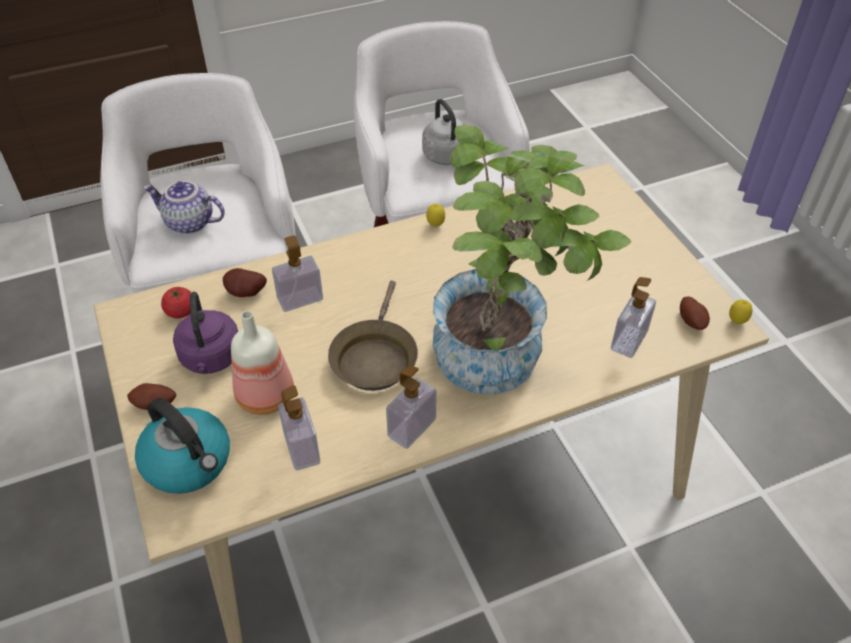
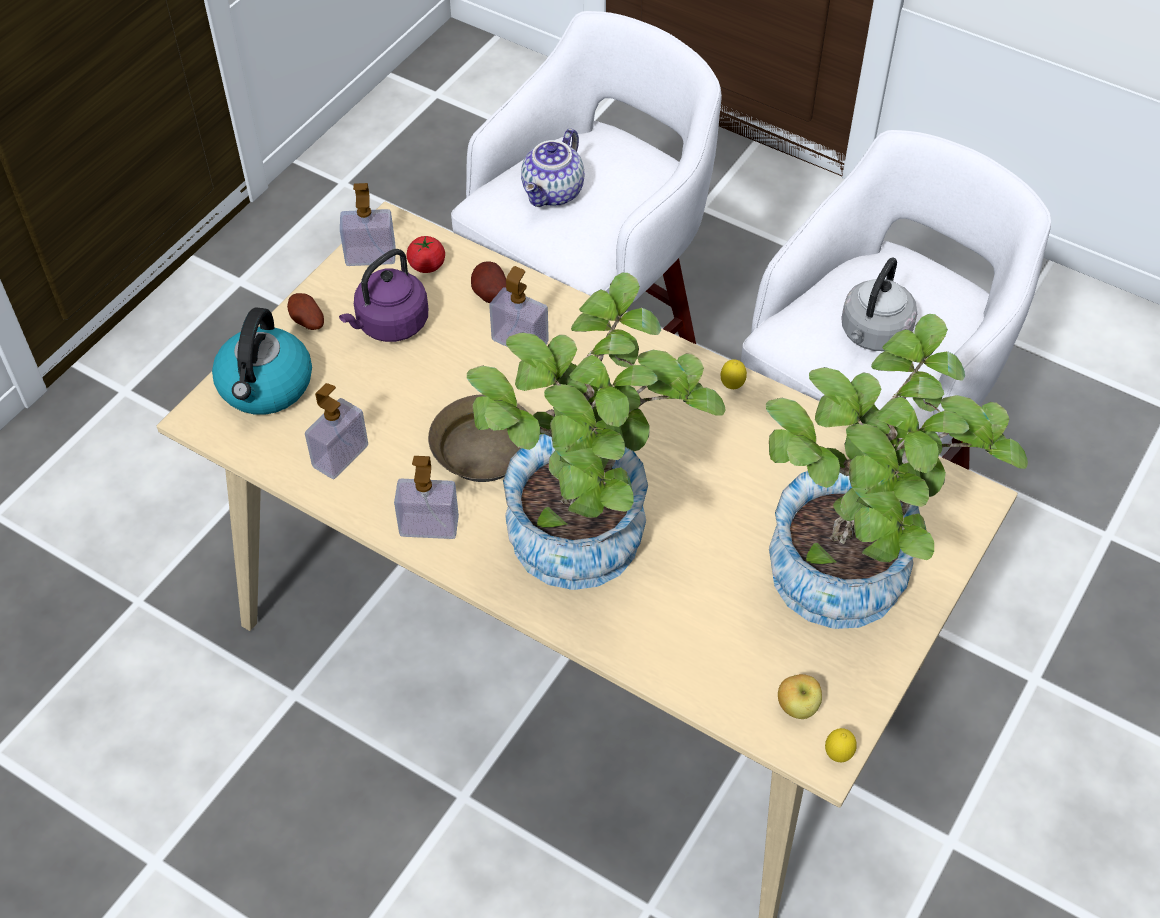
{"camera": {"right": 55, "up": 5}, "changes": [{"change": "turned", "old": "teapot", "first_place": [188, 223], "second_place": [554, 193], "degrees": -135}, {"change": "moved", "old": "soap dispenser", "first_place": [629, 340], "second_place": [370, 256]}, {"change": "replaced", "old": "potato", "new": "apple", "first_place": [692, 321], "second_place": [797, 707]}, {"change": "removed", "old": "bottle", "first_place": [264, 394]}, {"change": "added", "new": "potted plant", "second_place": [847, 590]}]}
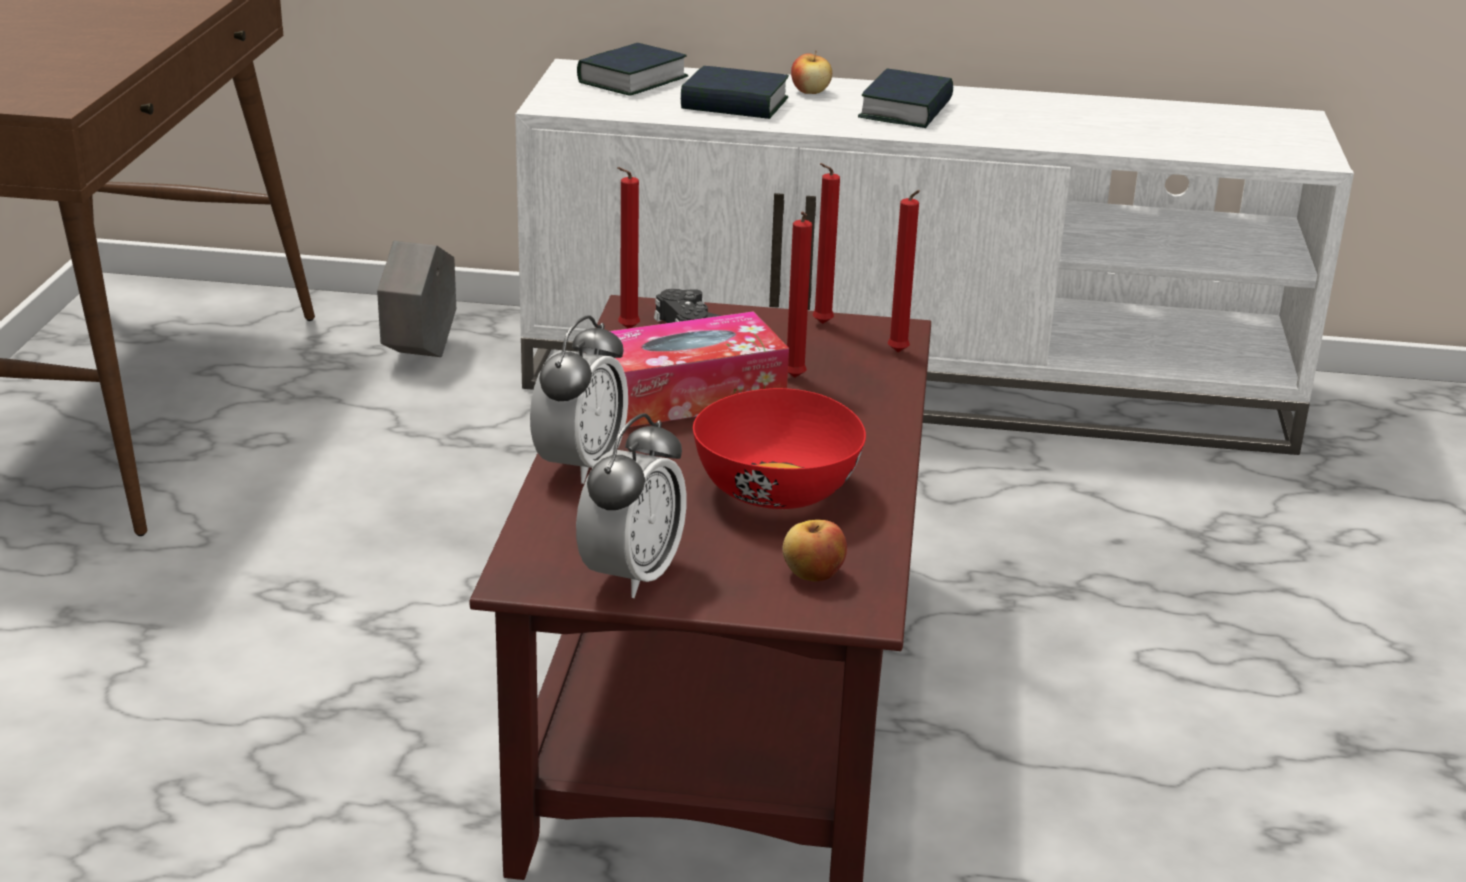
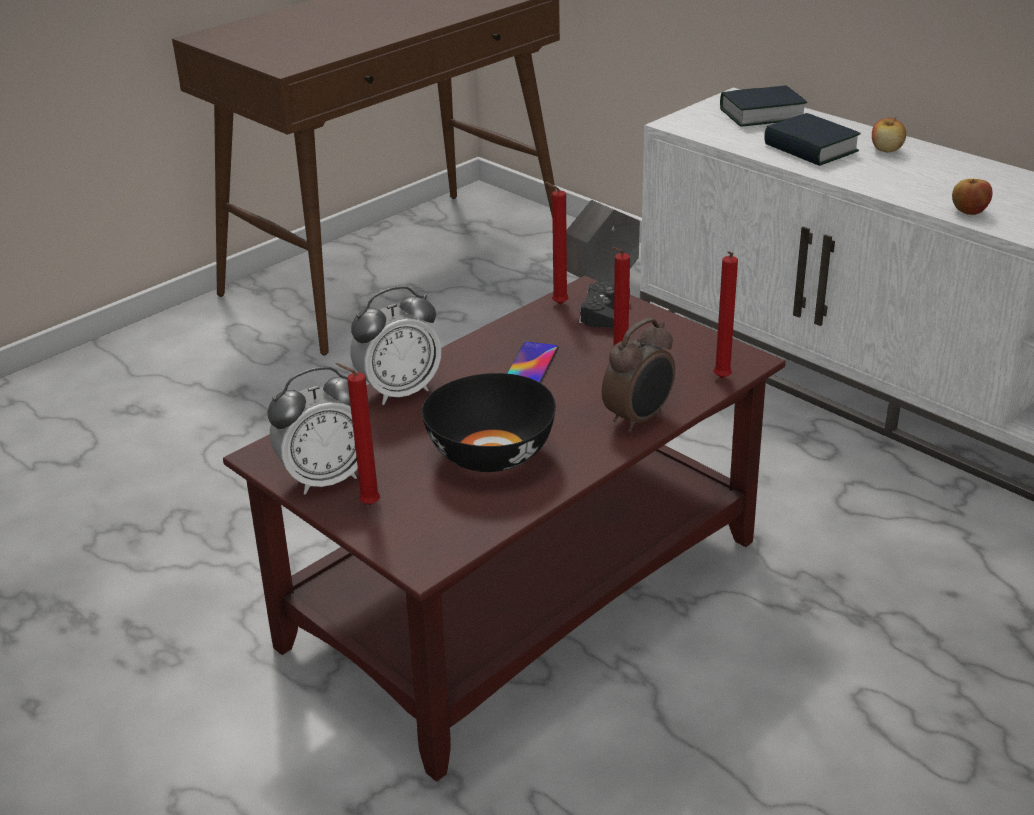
{"camera": {"right": 40, "up": 5}, "changes": [{"change": "removed", "old": "book", "first_place": [906, 110]}, {"change": "moved", "old": "candle (red)", "first_place": [820, 324], "second_place": [366, 504]}, {"change": "replaced", "old": "tissue box", "new": "phone", "first_place": [688, 395], "second_place": [531, 364]}, {"change": "recoloured", "old": "bowl (red)", "new": "bowl (black)", "first_place": [777, 492], "second_place": [490, 455]}, {"change": "moved", "old": "apple", "first_place": [813, 574], "second_place": [969, 211]}, {"change": "added", "new": "alarm clock", "second_place": [639, 419]}]}
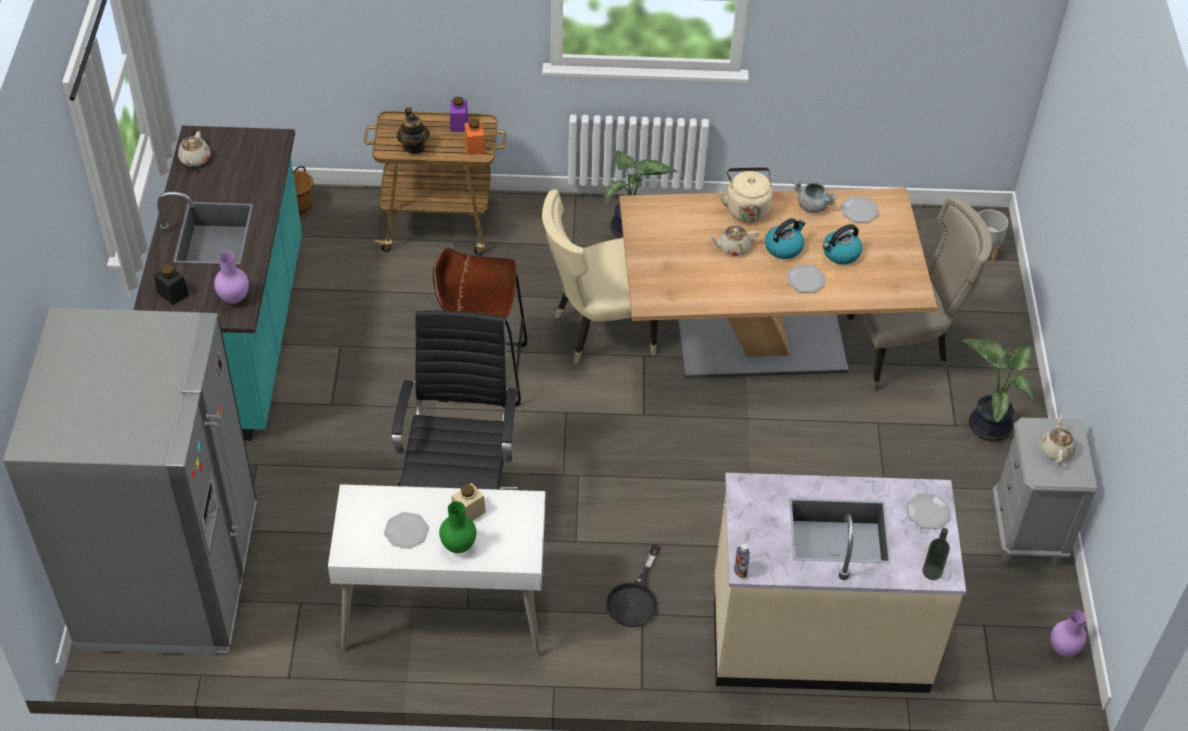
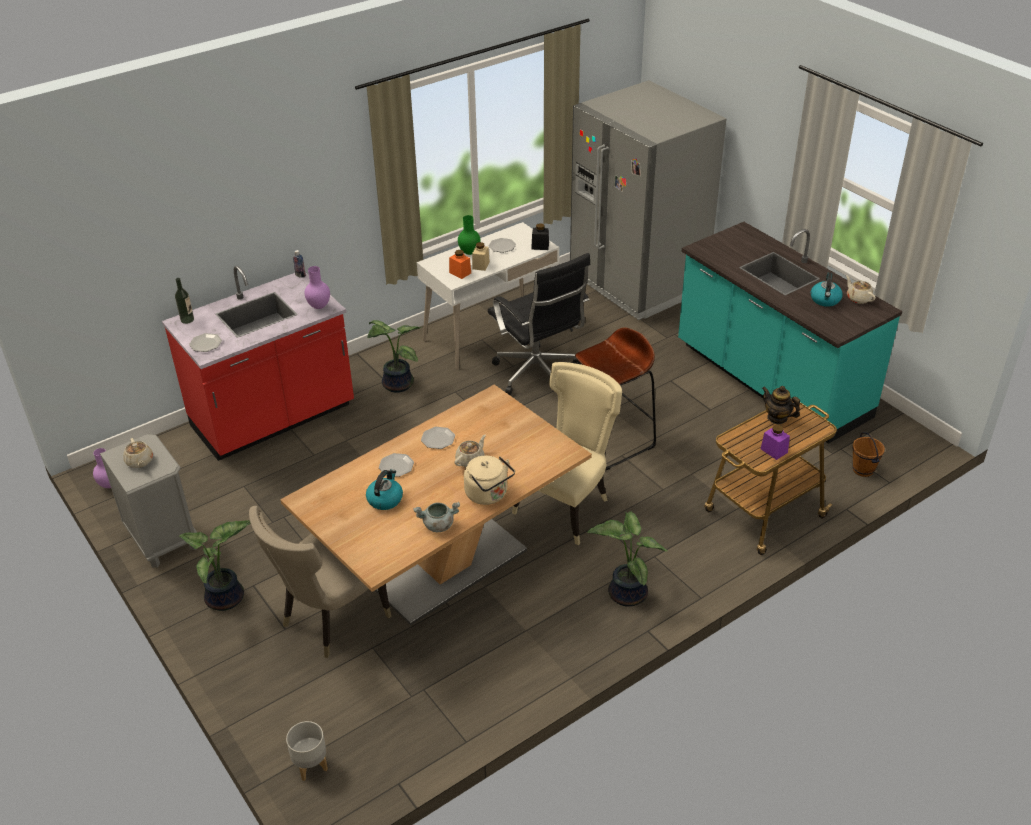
{"camera": {"right": 145, "up": -10}, "changes": [{"change": "moved", "old": "jar (orange)", "first_place": [475, 146], "second_place": [460, 273]}, {"change": "moved", "old": "plate", "first_place": [859, 211], "second_place": [438, 439]}, {"change": "moved", "old": "kettle", "first_place": [784, 247], "second_place": [825, 300]}, {"change": "moved", "old": "vase (purple)", "first_place": [233, 299], "second_place": [319, 306]}, {"change": "moved", "old": "jar (black)", "first_place": [172, 293], "second_place": [540, 246]}, {"change": "recoloured", "old": "counter (beige)", "new": "counter (red)", "first_place": [818, 636], "second_place": [274, 419]}, {"change": "replaced", "old": "frying pan (black)", "new": "potted plant", "first_place": [635, 598], "second_place": [395, 384]}]}
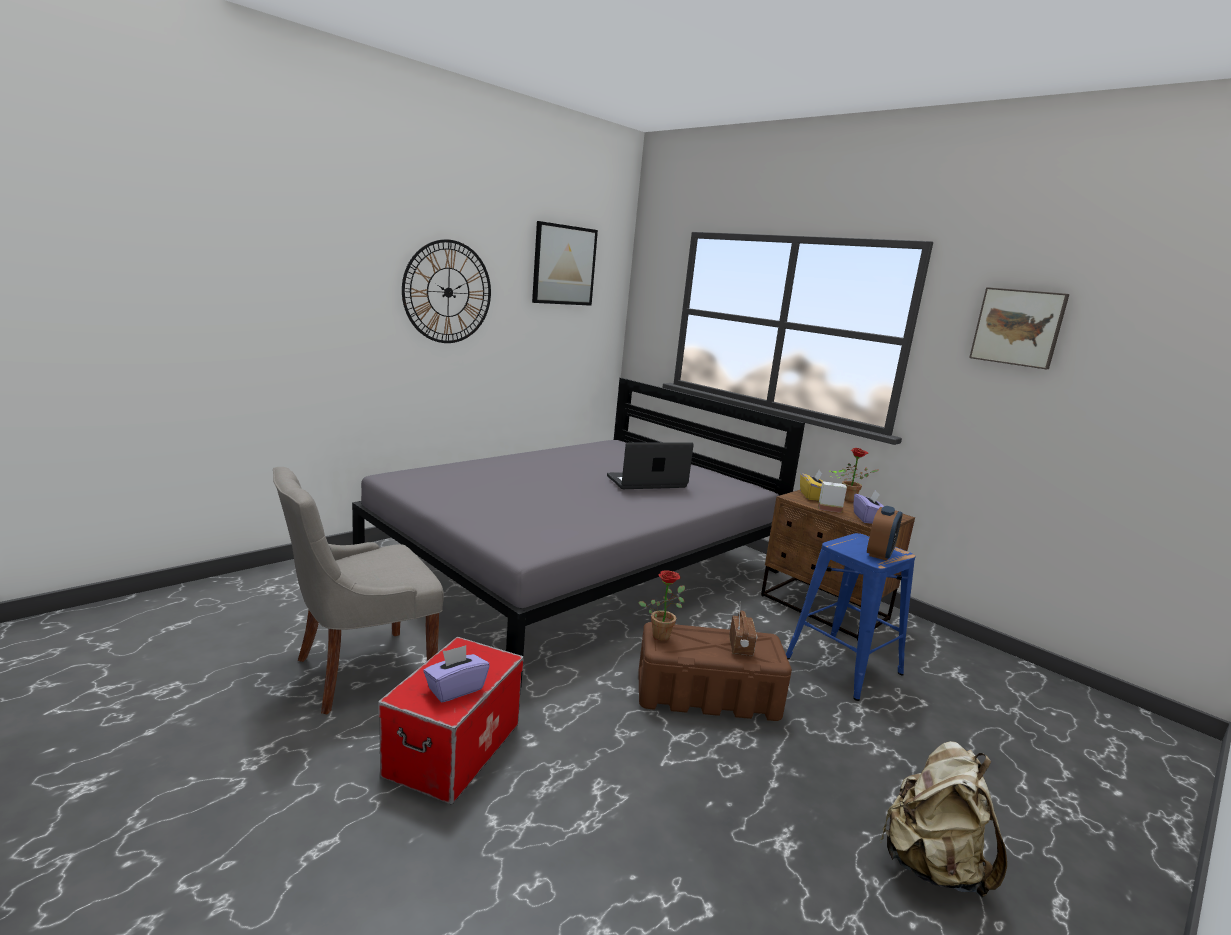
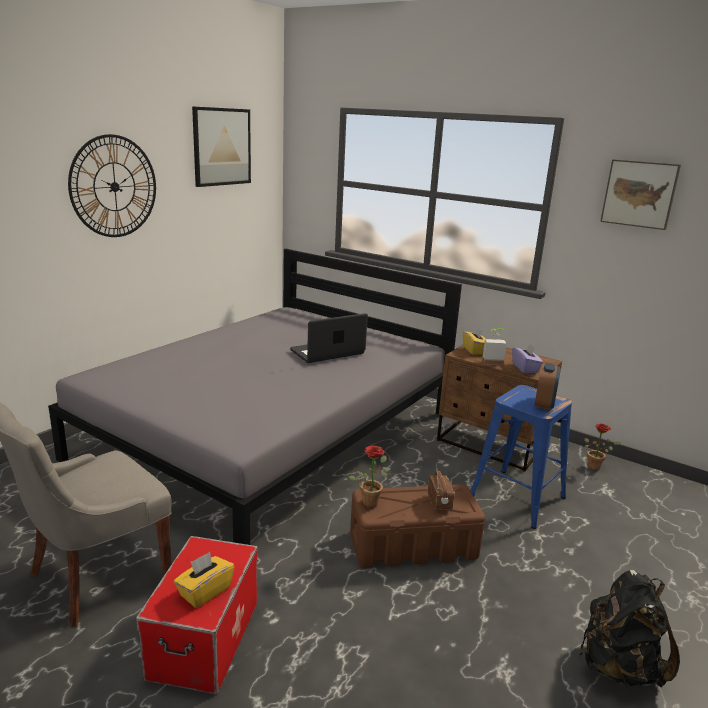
{"camera": {"right": -10, "up": 5}, "changes": [{"change": "moved", "old": "potted plant", "first_place": [851, 500], "second_place": [596, 467]}, {"change": "recoloured", "old": "tissue box (purple)", "new": "tissue box (yellow)", "first_place": [455, 689], "second_place": [204, 591]}, {"change": "recoloured", "old": "backpack (beige)", "new": "backpack (black)", "first_place": [931, 865], "second_place": [618, 667]}]}
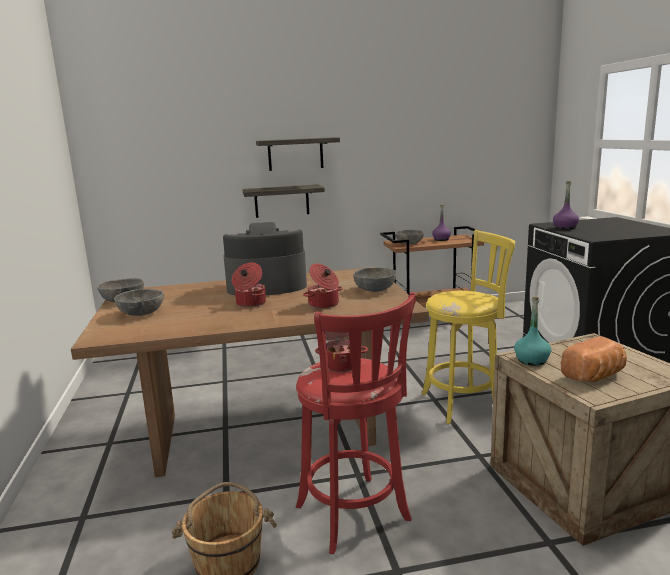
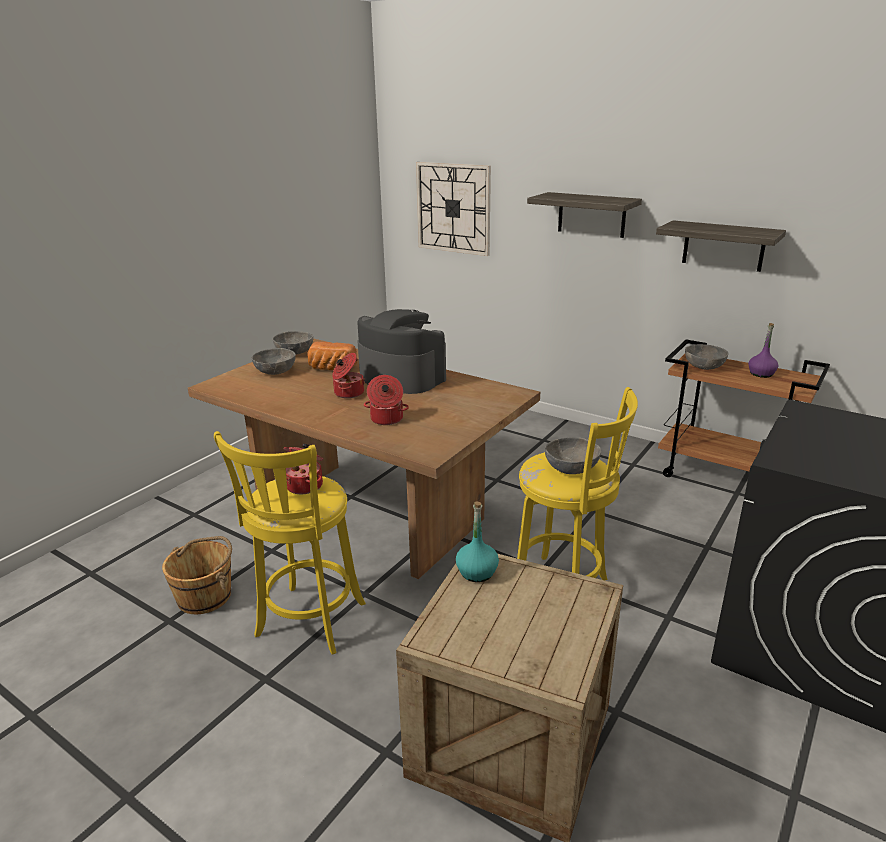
{"camera": {"right": 45, "up": 10}, "changes": [{"change": "removed", "old": "bottle (purple)", "first_place": [565, 228]}, {"change": "moved", "old": "shelf", "first_place": [281, 201], "second_place": [723, 246]}, {"change": "moved", "old": "bowl (grey)", "first_place": [375, 289], "second_place": [571, 468]}, {"change": "recoloured", "old": "stool (red)", "new": "stool (yellow)", "first_place": [355, 517], "second_place": [308, 623]}, {"change": "moved", "old": "bread", "first_place": [595, 376], "second_place": [331, 369]}, {"change": "added", "new": "wall clock", "second_place": [453, 208]}]}
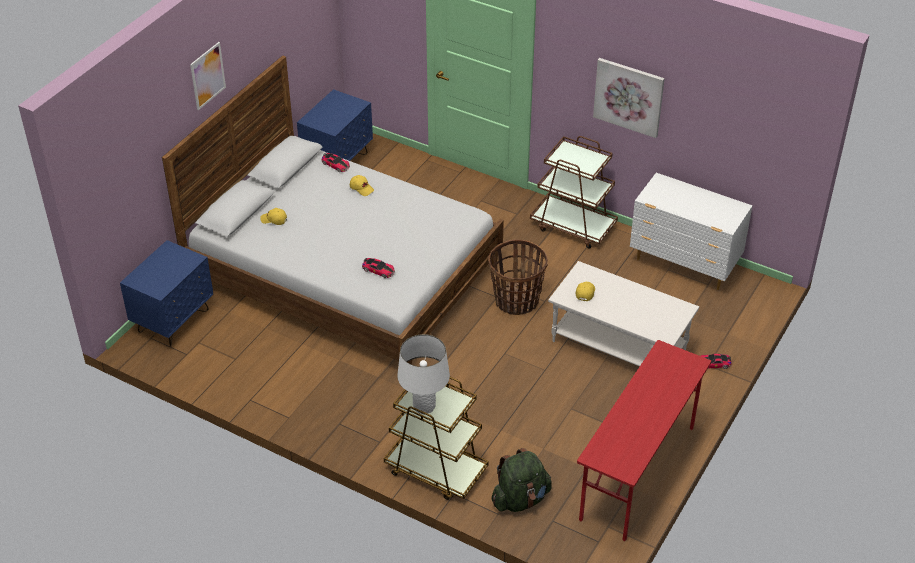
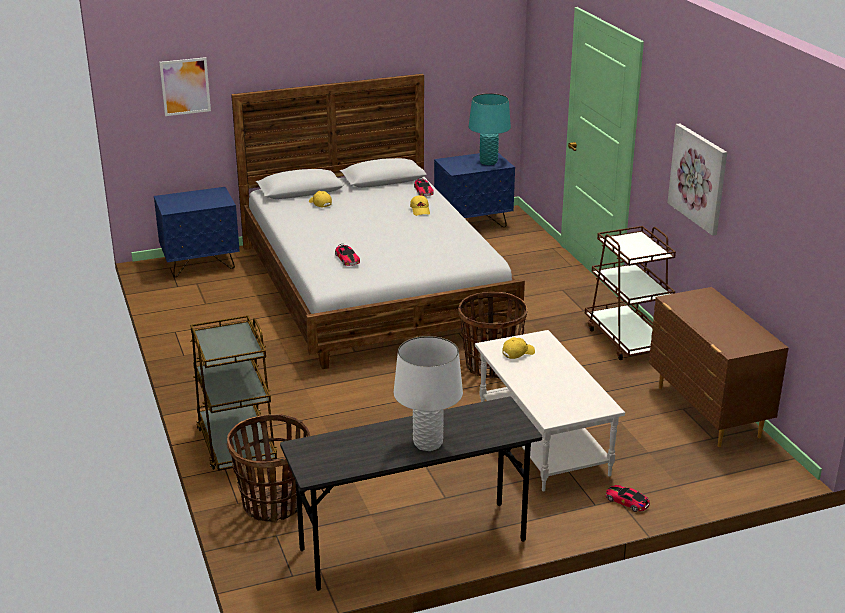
{"camera": {"right": 40, "up": -15}, "changes": [{"change": "moved", "old": "picture", "first_place": [207, 76], "second_place": [185, 86]}, {"change": "recoloured", "old": "dresser (white)", "new": "dresser (brown)", "first_place": [685, 265], "second_place": [707, 413]}, {"change": "moved", "old": "table lamp (white)", "first_place": [424, 407], "second_place": [427, 443]}, {"change": "recoloured", "old": "desk (red)", "new": "desk (grey)", "first_place": [638, 474], "second_place": [412, 545]}, {"change": "replaced", "old": "backpack (green)", "new": "basket", "first_place": [520, 499], "second_place": [273, 503]}, {"change": "added", "new": "table lamp (turquoise)", "second_place": [488, 162]}]}
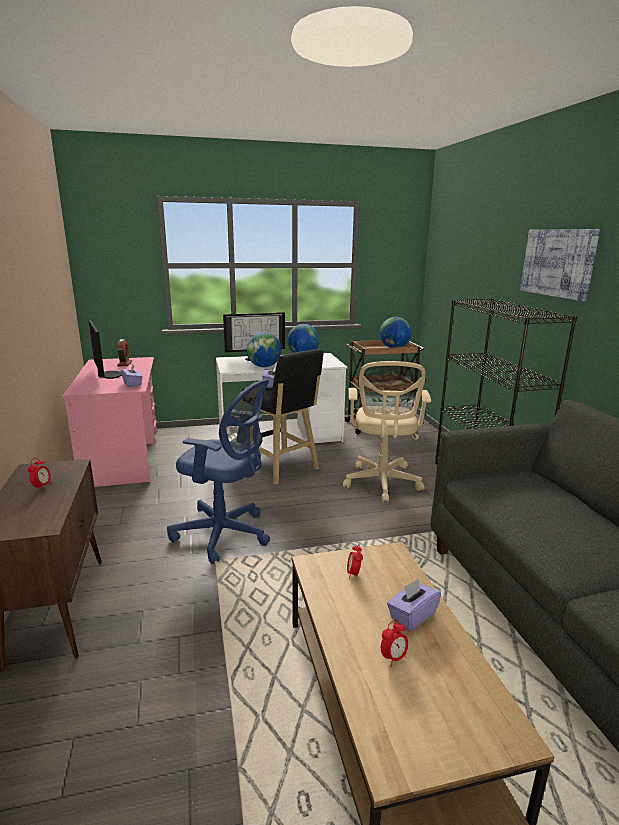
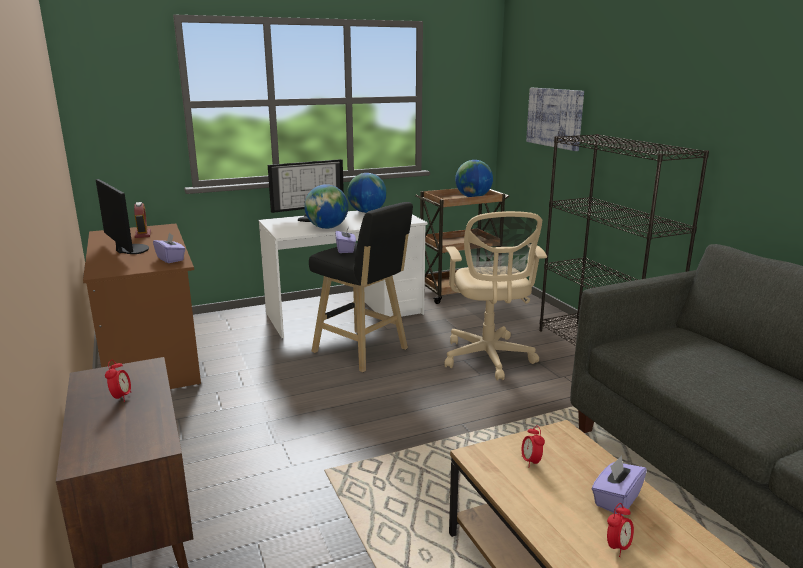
{"camera": {"right": -10, "up": 0}, "changes": [{"change": "moved", "old": "picture", "first_place": [558, 263], "second_place": [555, 118]}, {"change": "recoloured", "old": "desk (pink)", "new": "desk (brown)", "first_place": [123, 456], "second_place": [150, 354]}, {"change": "removed", "old": "office chair (blue)", "first_place": [225, 534]}]}
